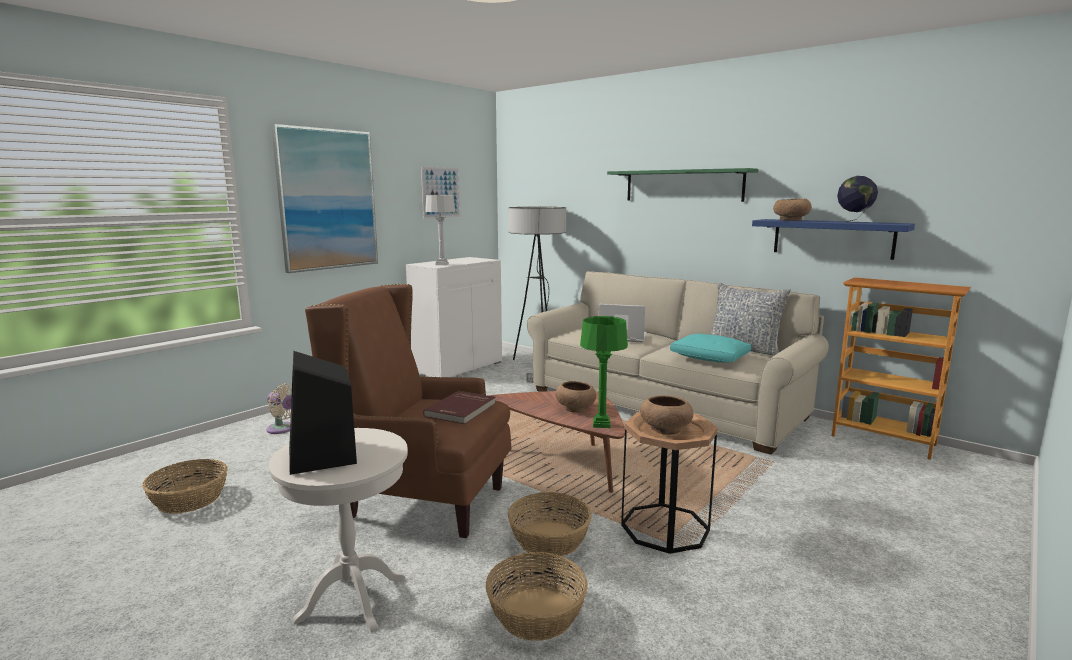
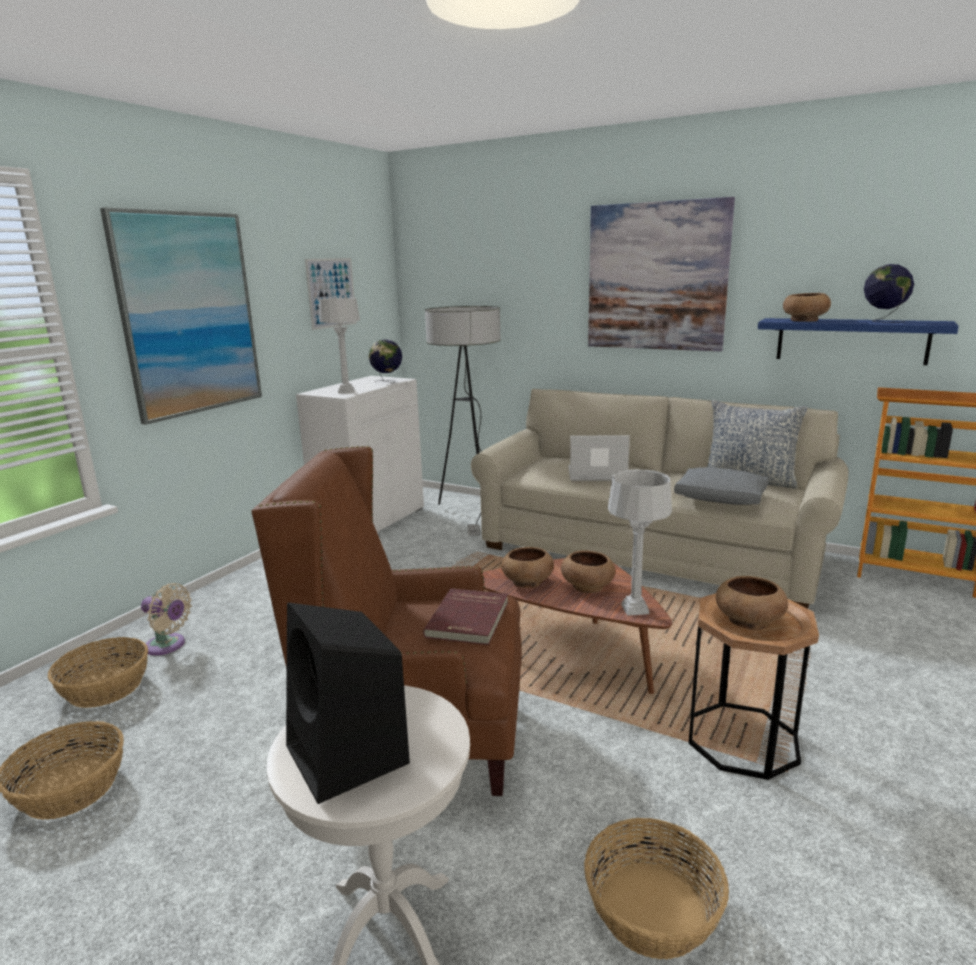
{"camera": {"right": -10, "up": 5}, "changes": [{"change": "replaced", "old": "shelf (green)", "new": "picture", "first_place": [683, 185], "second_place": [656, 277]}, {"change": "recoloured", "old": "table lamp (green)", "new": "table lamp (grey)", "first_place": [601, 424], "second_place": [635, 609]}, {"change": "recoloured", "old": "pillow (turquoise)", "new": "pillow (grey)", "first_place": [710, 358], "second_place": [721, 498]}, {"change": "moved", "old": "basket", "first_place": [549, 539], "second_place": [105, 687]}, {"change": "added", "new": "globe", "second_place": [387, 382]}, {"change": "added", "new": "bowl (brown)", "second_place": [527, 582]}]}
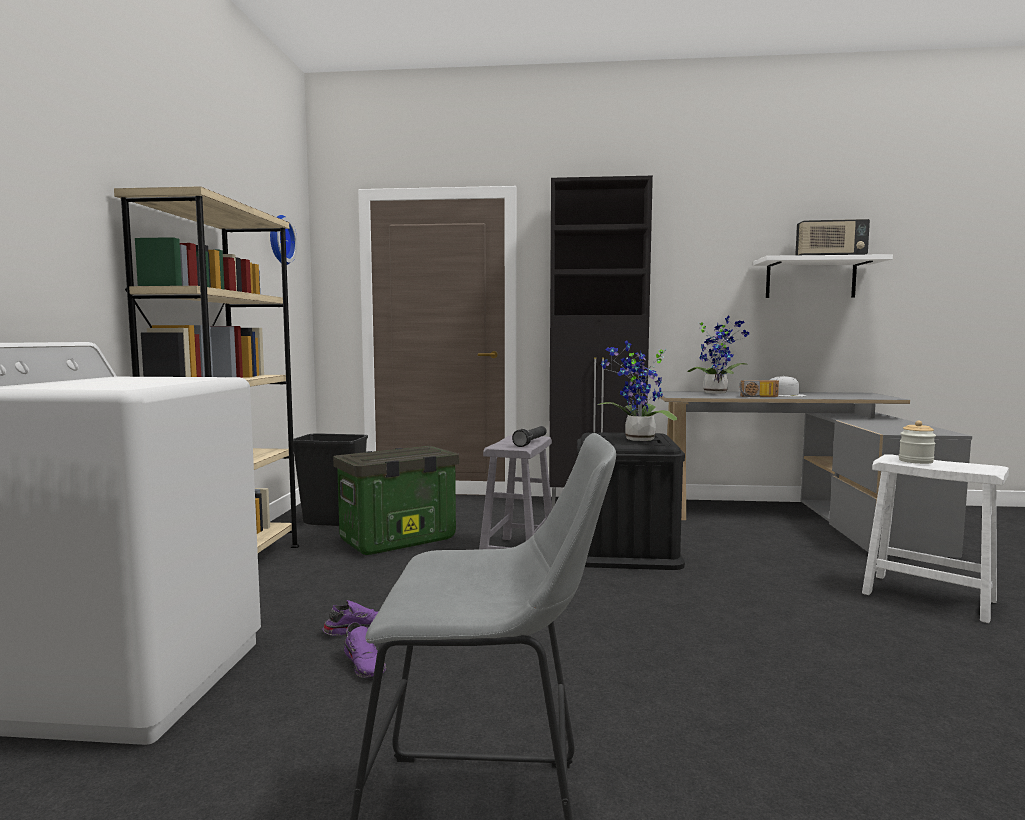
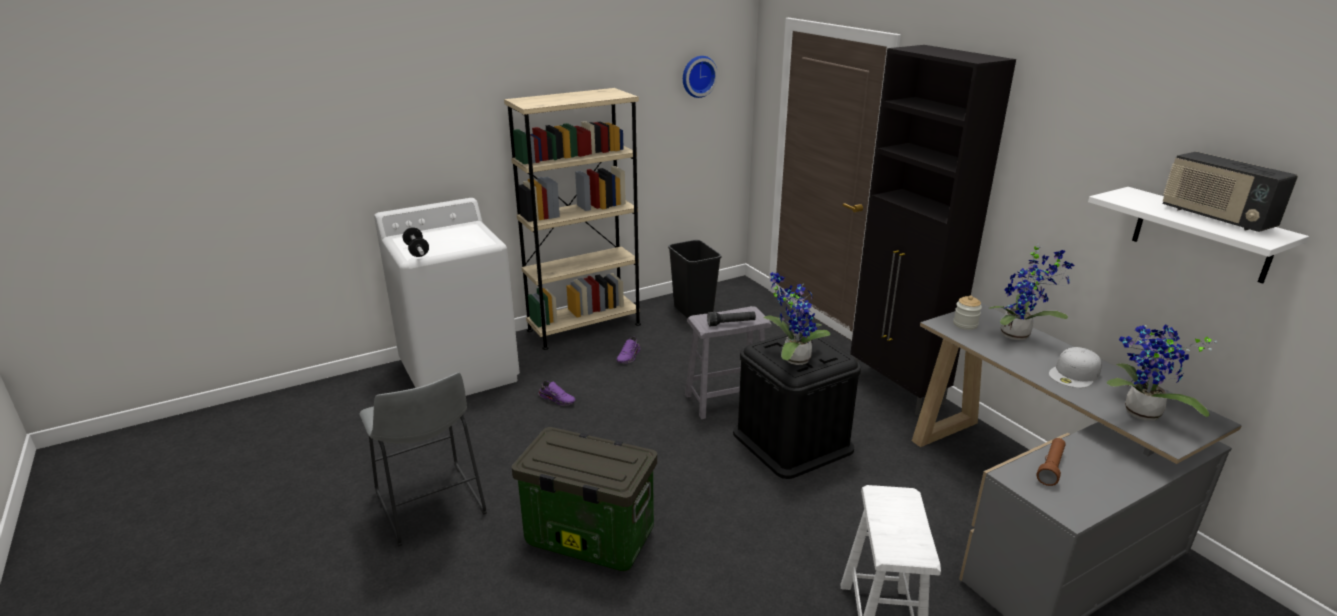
{"camera": {"right": 55, "up": 20}, "changes": [{"change": "removed", "old": "radio", "first_place": [759, 397]}, {"change": "moved", "old": "jar", "first_place": [916, 461], "second_place": [965, 324]}, {"change": "moved", "old": "storage box", "first_place": [397, 540], "second_place": [587, 538]}, {"change": "moved", "old": "shoe (purple)", "first_place": [365, 663], "second_place": [629, 356]}, {"change": "added", "new": "dumbbell", "second_place": [417, 251]}, {"change": "added", "new": "potted plant", "second_place": [1139, 414]}, {"change": "added", "new": "flashlight (brown)", "second_place": [1051, 467]}]}
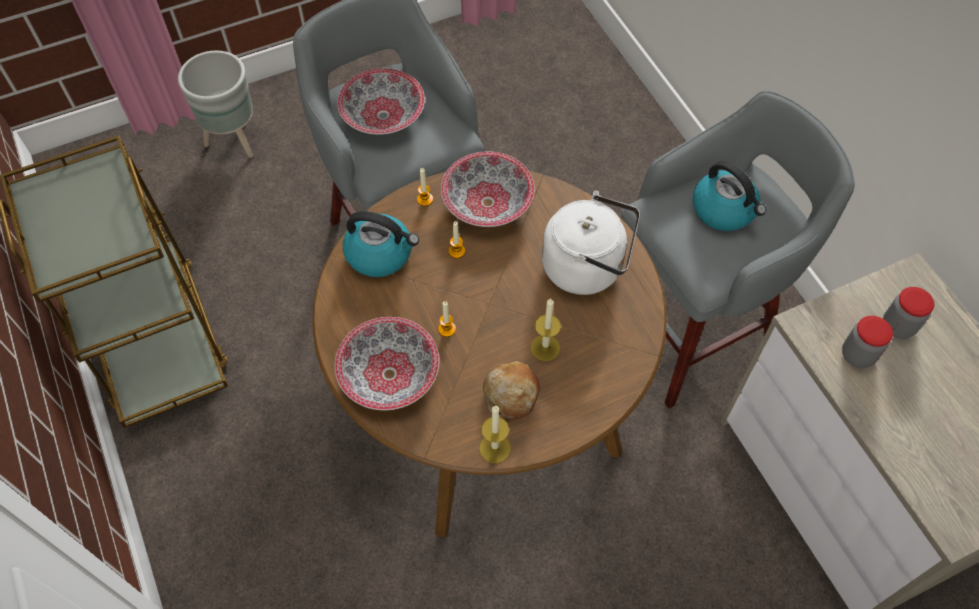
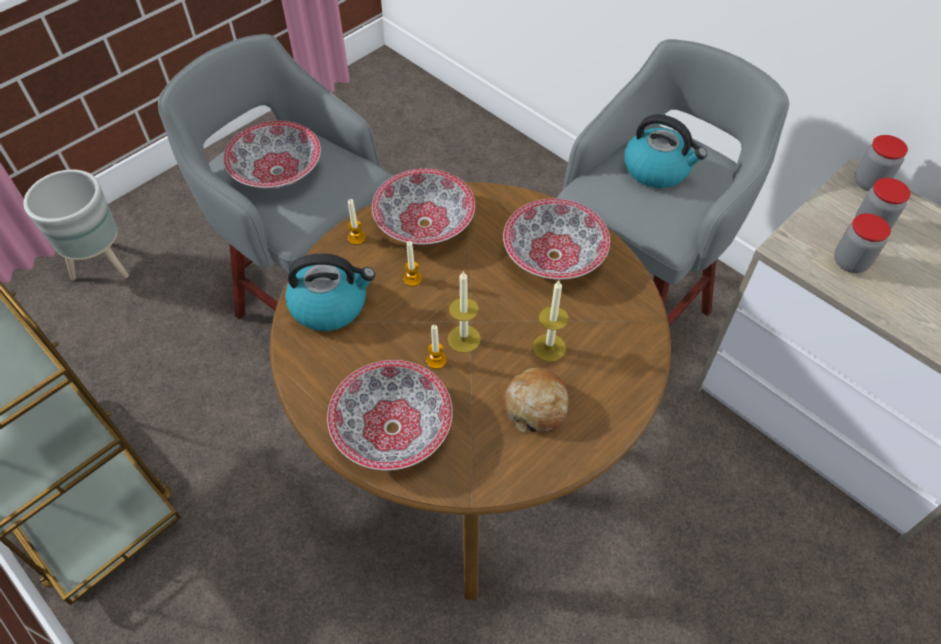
{"camera": {"right": -20, "up": -5}, "changes": [{"change": "replaced", "old": "kettle (white)", "new": "bowl", "first_place": [587, 267], "second_place": [554, 256]}, {"change": "moved", "old": "candle", "first_place": [495, 448], "second_place": [464, 339]}, {"change": "added", "new": "jar", "second_place": [869, 183]}]}
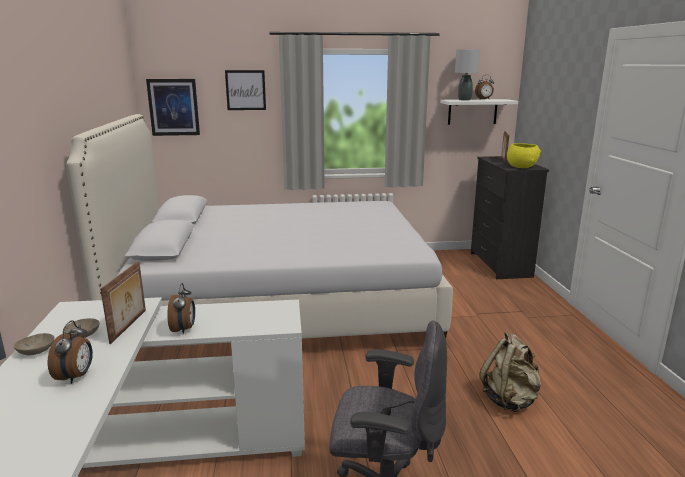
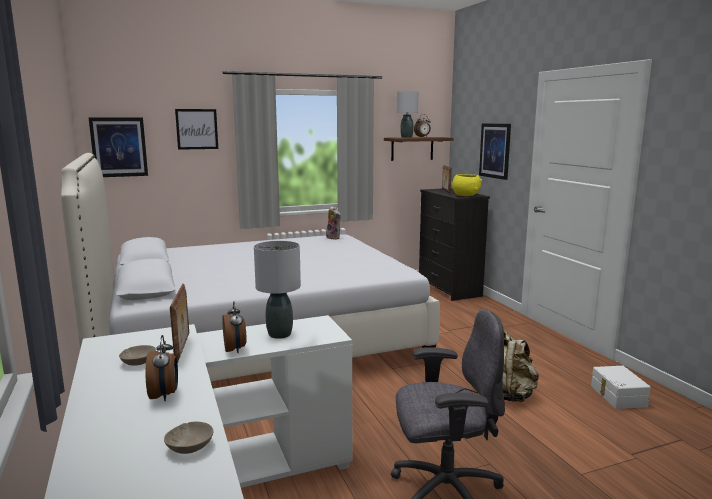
{"camera": {"right": -15, "up": -5}, "changes": [{"change": "recoloured", "old": "shelf (white)", "new": "shelf (brown)", "first_place": [472, 111], "second_place": [412, 148]}, {"change": "moved", "old": "bowl (beige)", "first_place": [36, 351], "second_place": [190, 448]}, {"change": "added", "new": "picture", "second_place": [495, 150]}, {"change": "added", "new": "plush toy", "second_place": [334, 238]}, {"change": "added", "new": "table lamp (grey)", "second_place": [279, 334]}, {"change": "added", "new": "storage box (white)", "second_place": [617, 396]}]}
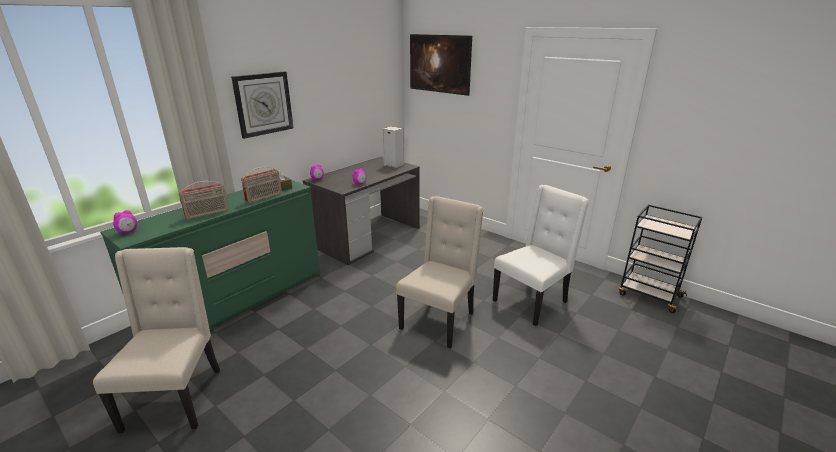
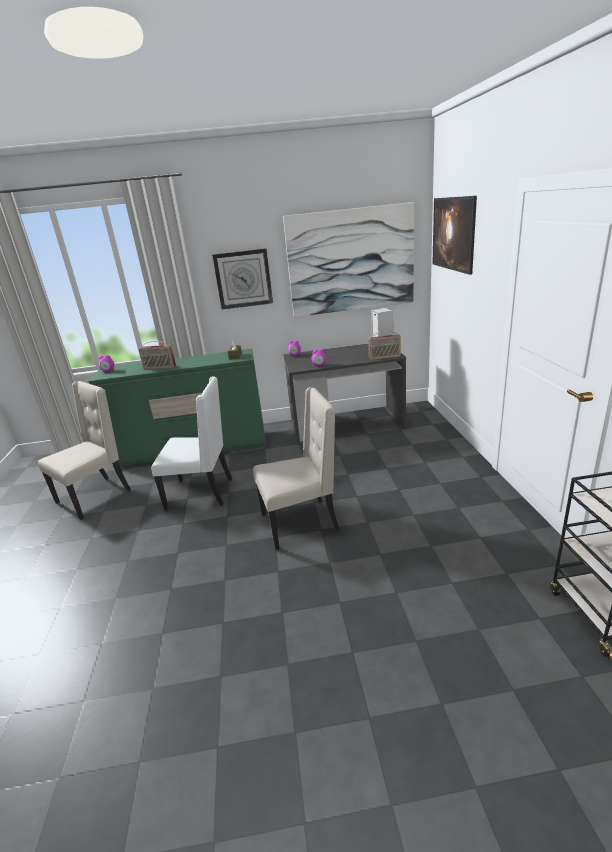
{"camera": {"right": 45, "up": 0}, "changes": [{"change": "moved", "old": "radio", "first_place": [264, 197], "second_place": [384, 357]}, {"change": "moved", "old": "chair (white)", "first_place": [531, 301], "second_place": [202, 493]}, {"change": "added", "new": "picture", "second_place": [351, 261]}]}
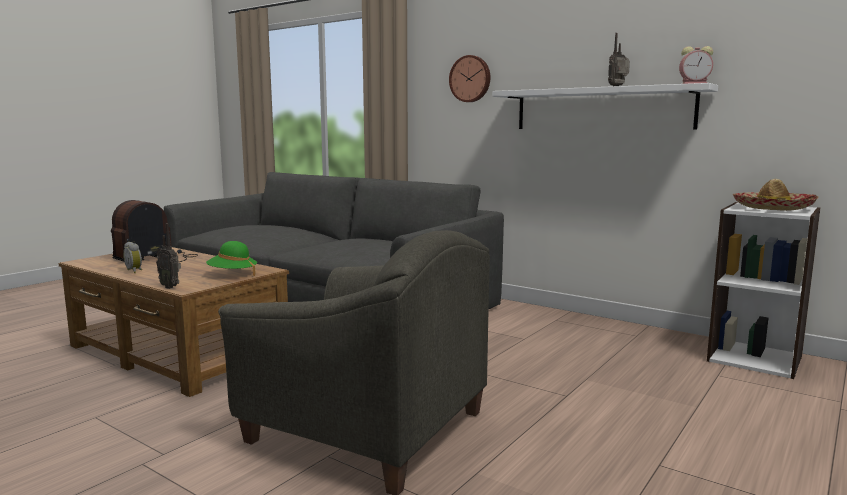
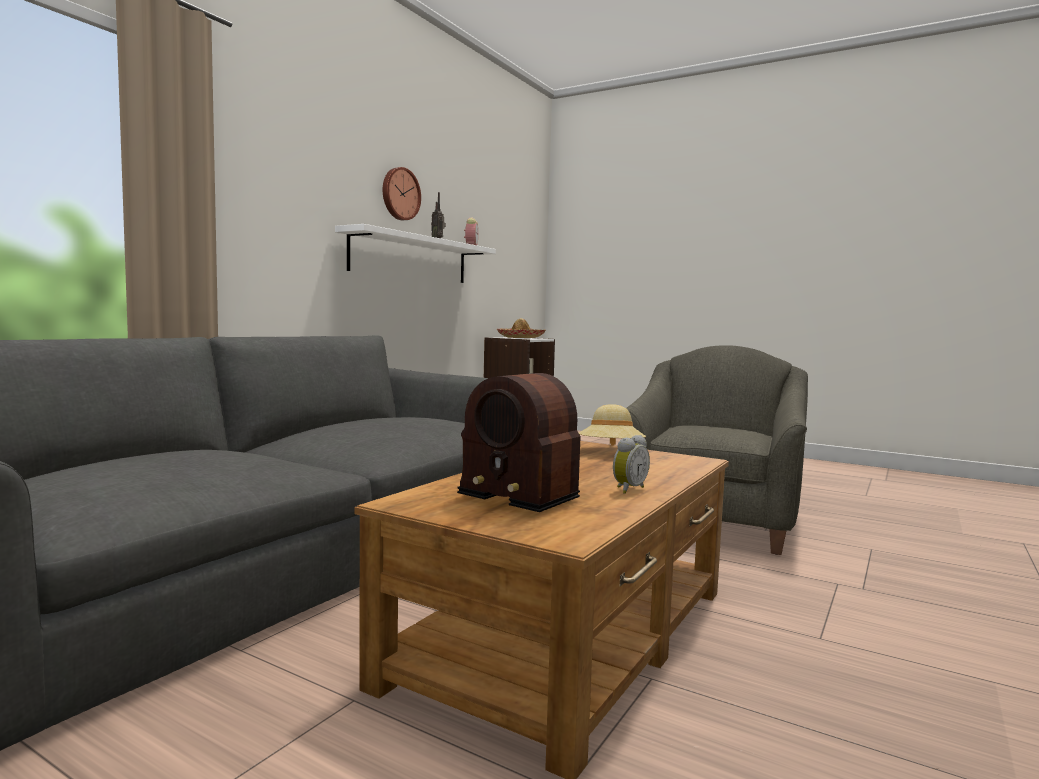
{"camera": {"right": -95, "up": -5}, "changes": [{"change": "moved", "old": "wall clock", "first_place": [470, 79], "second_place": [400, 194]}, {"change": "removed", "old": "radio", "first_place": [171, 287]}, {"change": "recoloured", "old": "hat (green)", "new": "hat (beige)", "first_place": [232, 274], "second_place": [611, 451]}]}
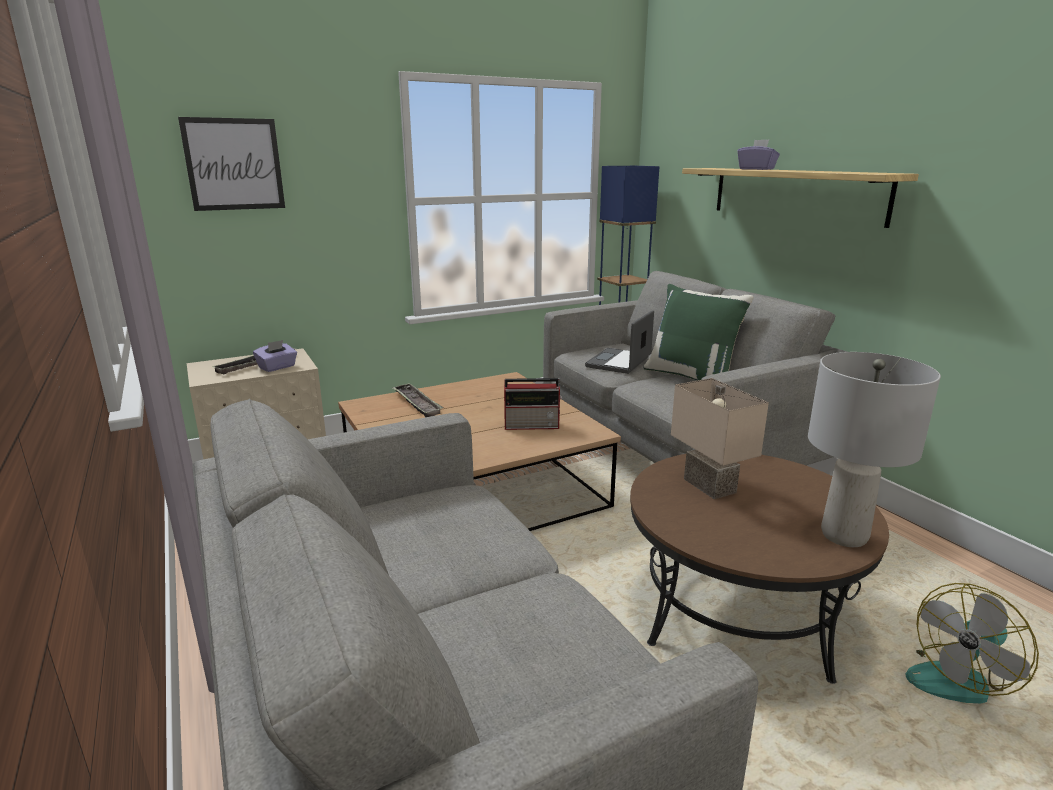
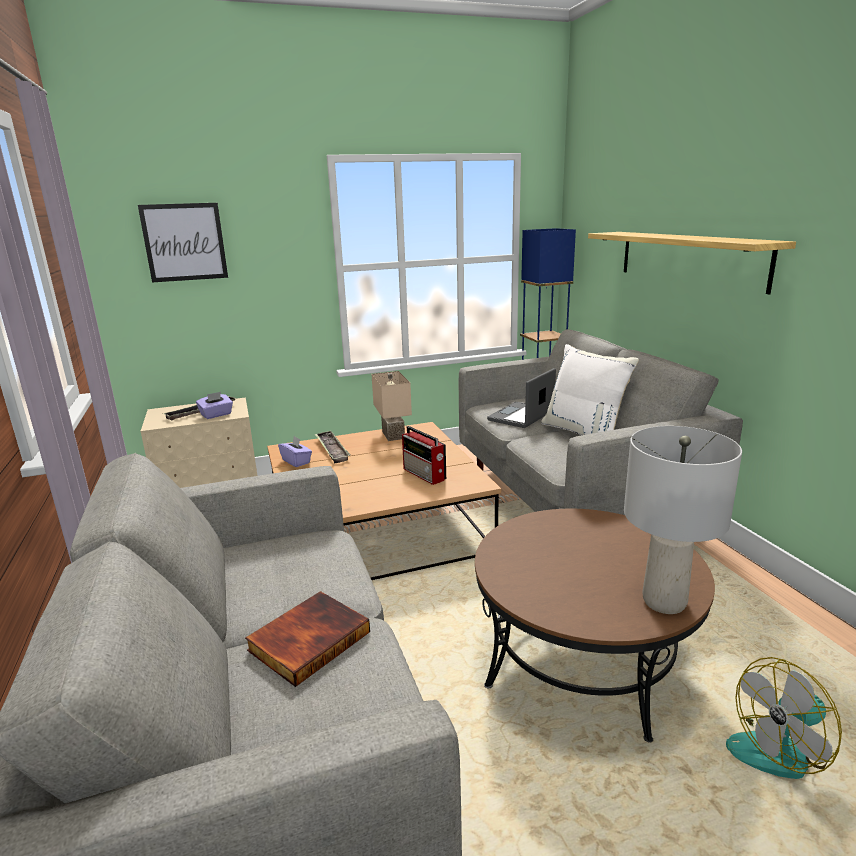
{"camera": {"right": 10, "up": 0}, "changes": [{"change": "moved", "old": "tissue box (purple)", "first_place": [756, 169], "second_place": [296, 461]}, {"change": "recoloured", "old": "pillow (green)", "new": "pillow (white)", "first_place": [692, 377], "second_place": [585, 433]}, {"change": "turned", "old": "radio", "first_place": [533, 425], "second_place": [425, 475], "degrees": 45}, {"change": "moved", "old": "table lamp (beige)", "first_place": [712, 485], "second_place": [395, 435]}, {"change": "added", "new": "book", "second_place": [309, 639]}]}
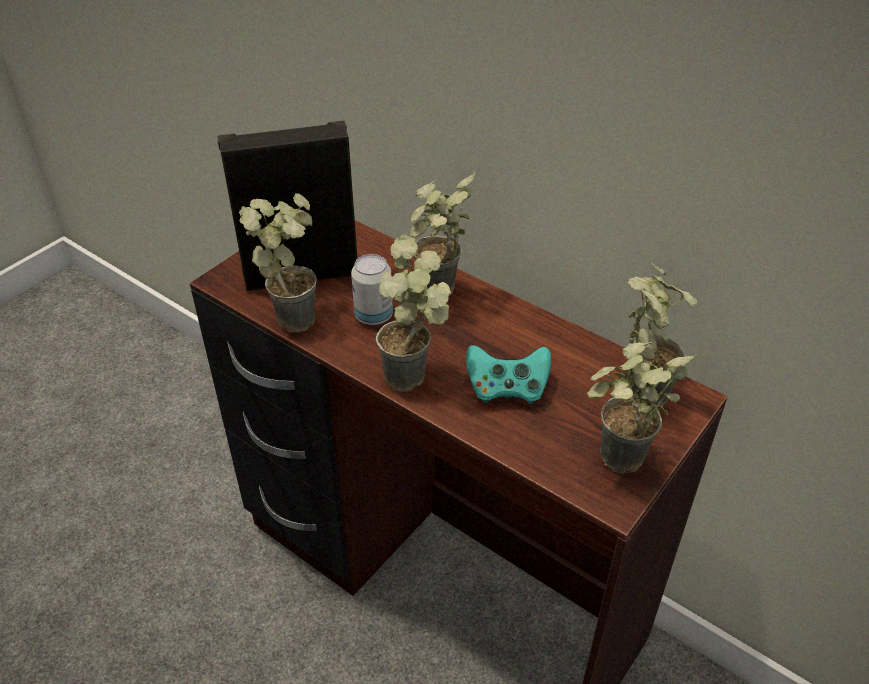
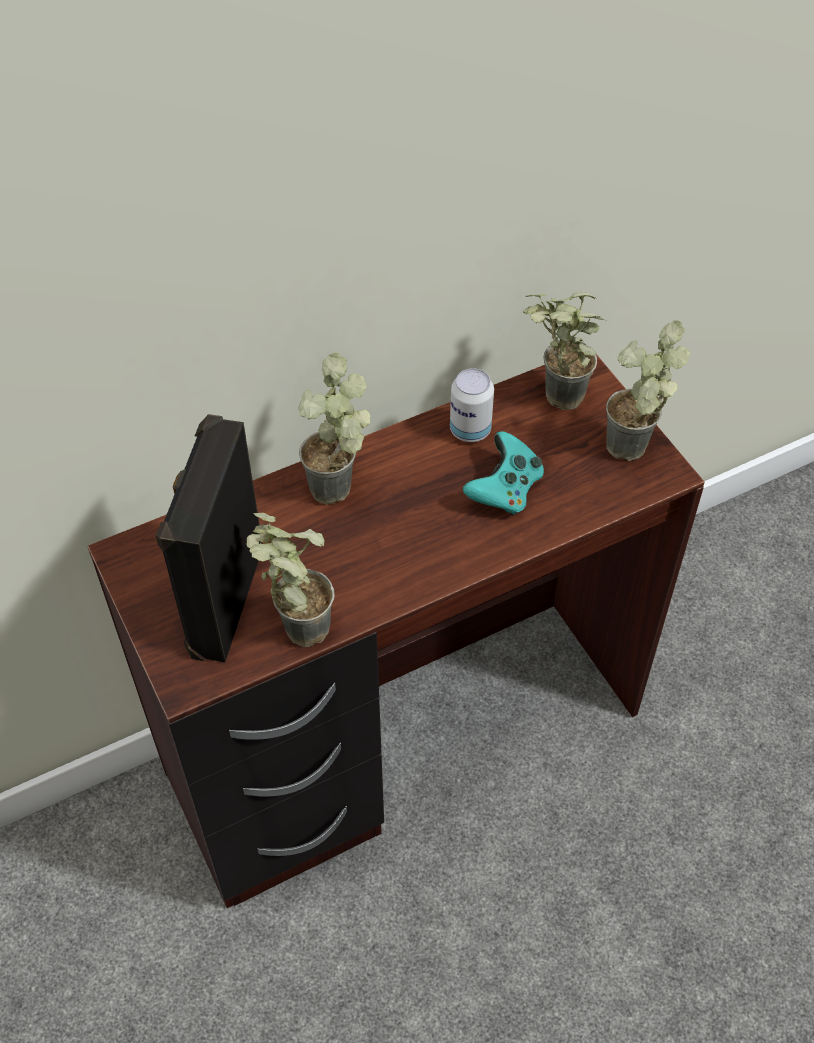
{"camera": {"right": -65, "up": 10}, "changes": [{"change": "removed", "old": "potted plant", "first_place": [417, 379]}, {"change": "moved", "old": "can", "first_place": [373, 316], "second_place": [470, 430]}]}
